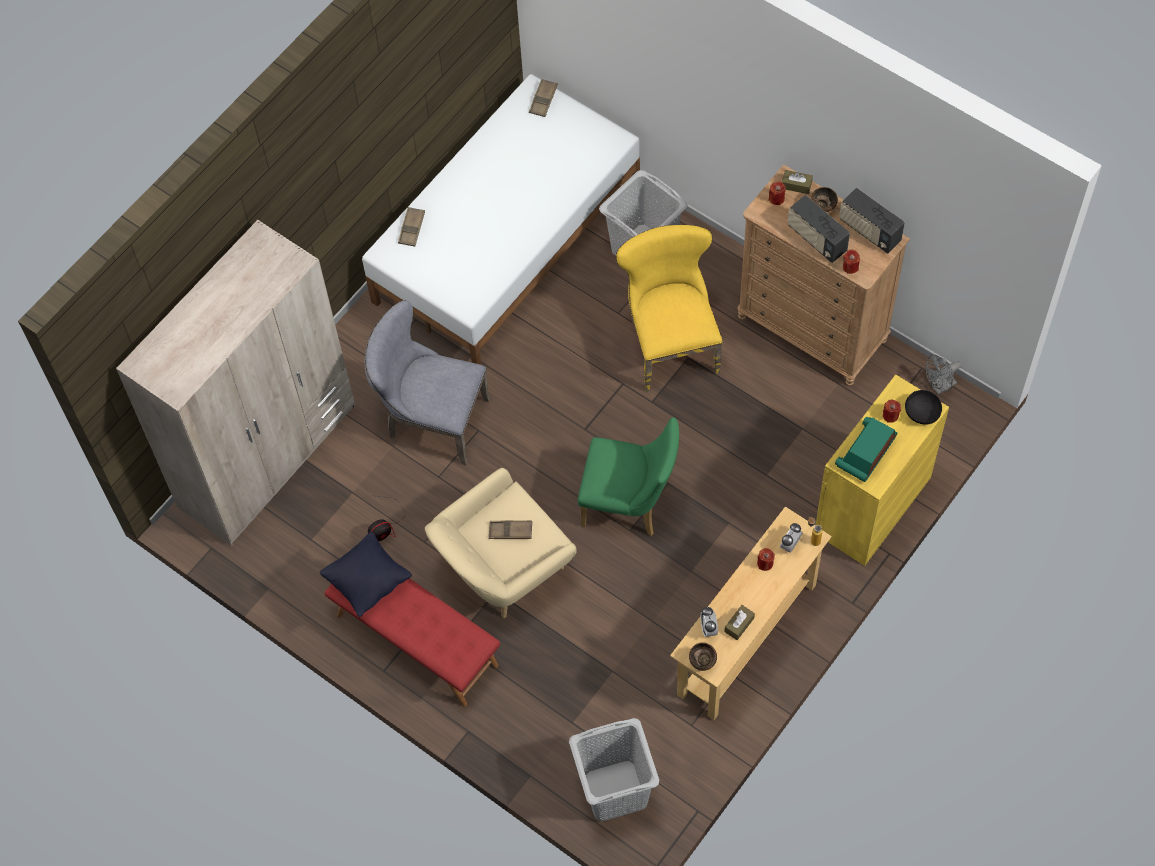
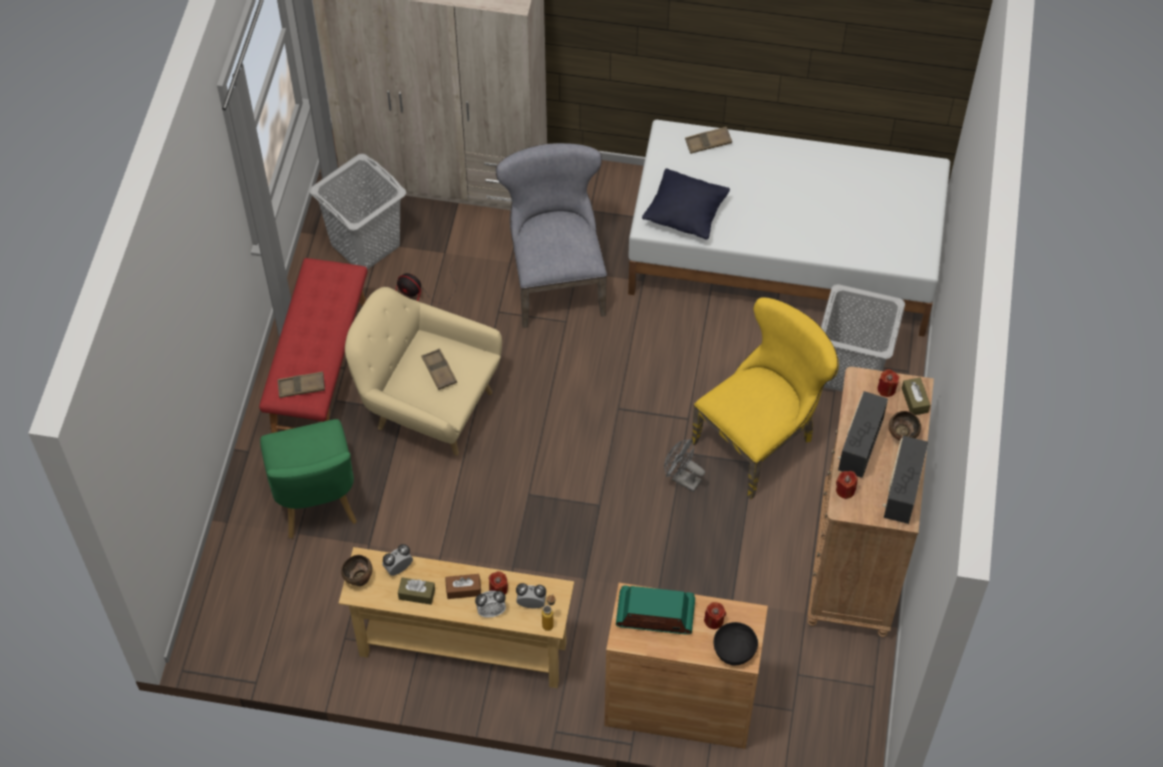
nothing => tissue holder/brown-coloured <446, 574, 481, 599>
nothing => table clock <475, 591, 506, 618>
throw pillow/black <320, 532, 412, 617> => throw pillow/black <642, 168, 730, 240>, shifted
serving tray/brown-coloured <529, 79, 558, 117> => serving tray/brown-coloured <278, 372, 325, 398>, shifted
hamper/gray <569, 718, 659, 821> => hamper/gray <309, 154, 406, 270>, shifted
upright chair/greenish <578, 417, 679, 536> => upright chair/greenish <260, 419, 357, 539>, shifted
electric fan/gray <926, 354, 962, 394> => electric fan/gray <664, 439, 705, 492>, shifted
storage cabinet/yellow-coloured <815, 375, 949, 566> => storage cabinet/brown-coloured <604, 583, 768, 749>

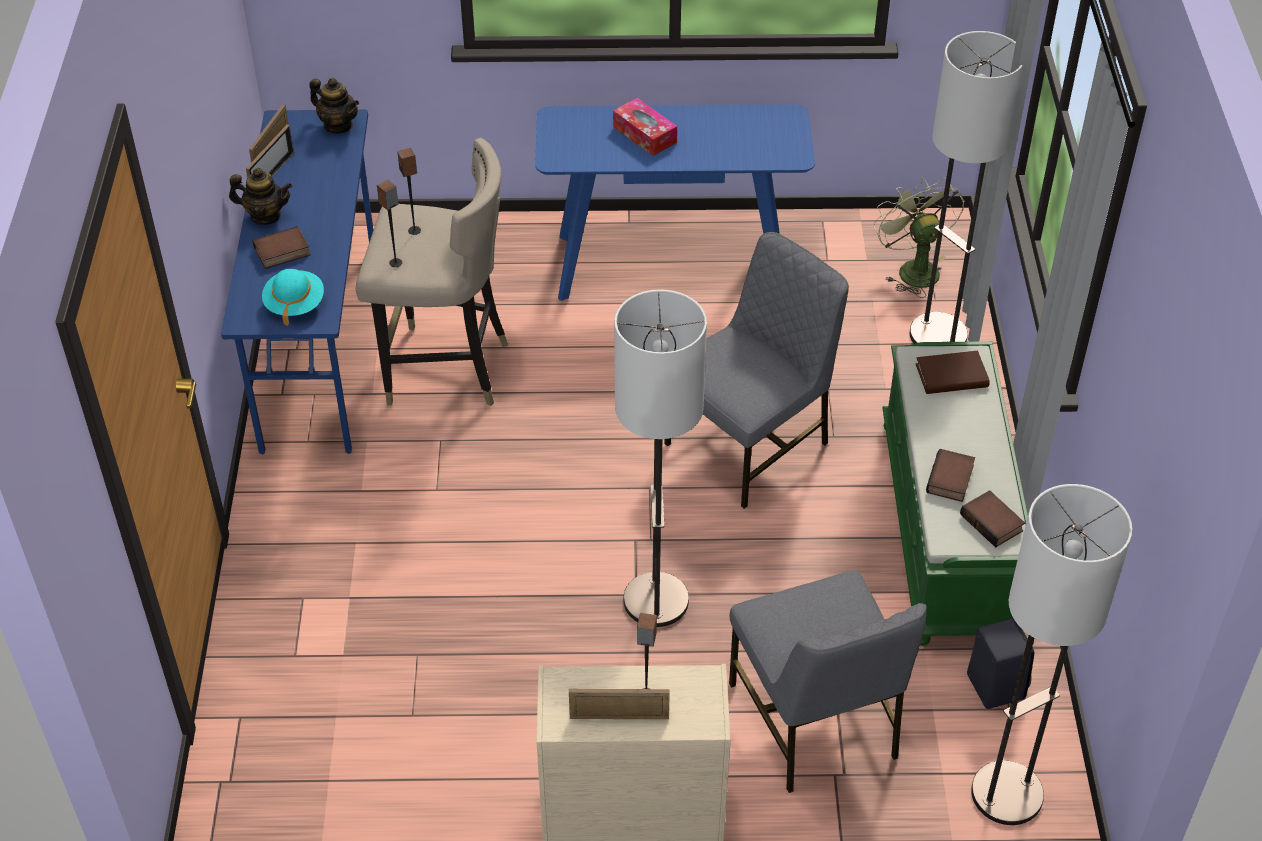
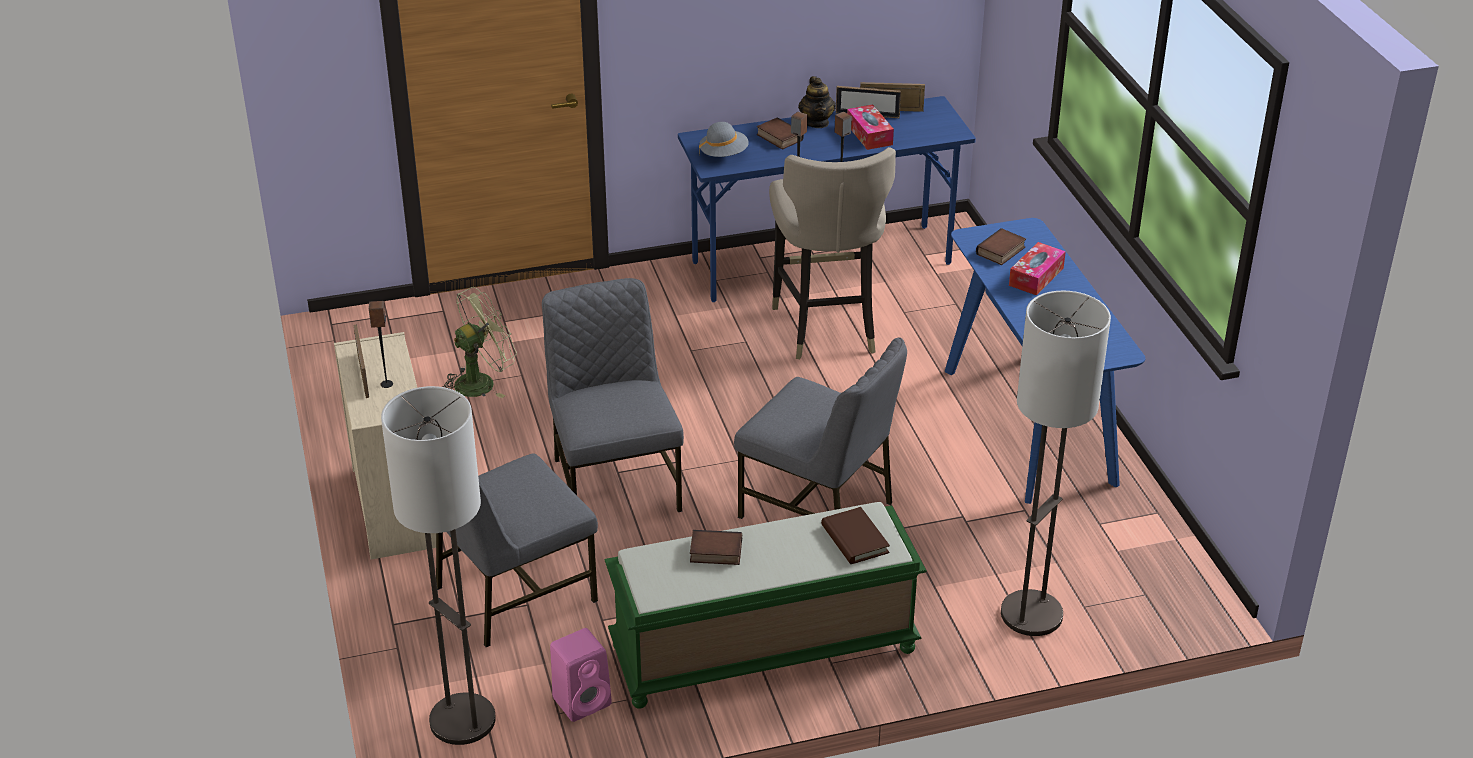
teapot <310, 78, 359, 133> => nothing
nothing => tissue holder <847, 104, 894, 150>
electric fan/greenish <873, 177, 965, 298> => electric fan/greenish <443, 287, 517, 398>, shifted
bound book <960, 490, 1025, 547> => bound book <976, 228, 1026, 265>, shifted
standing lamp <614, 289, 707, 627> => upright chair/gray <542, 278, 684, 512>
hat/turquoise <262, 269, 324, 326> => hat/gray <699, 122, 749, 157>
audio speaker/black <967, 618, 1034, 709> => audio speaker/pink-coloured <550, 628, 612, 722>

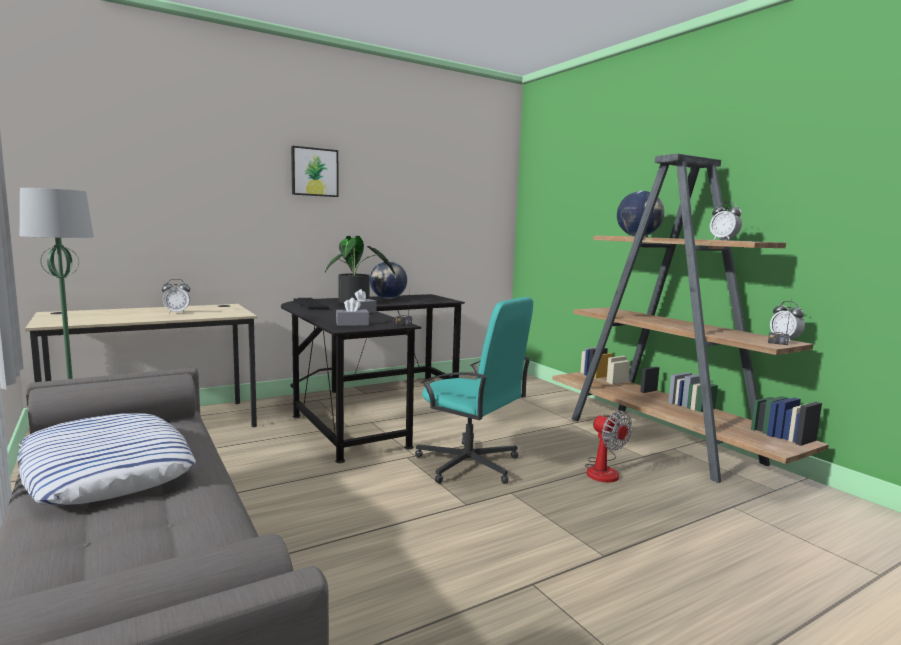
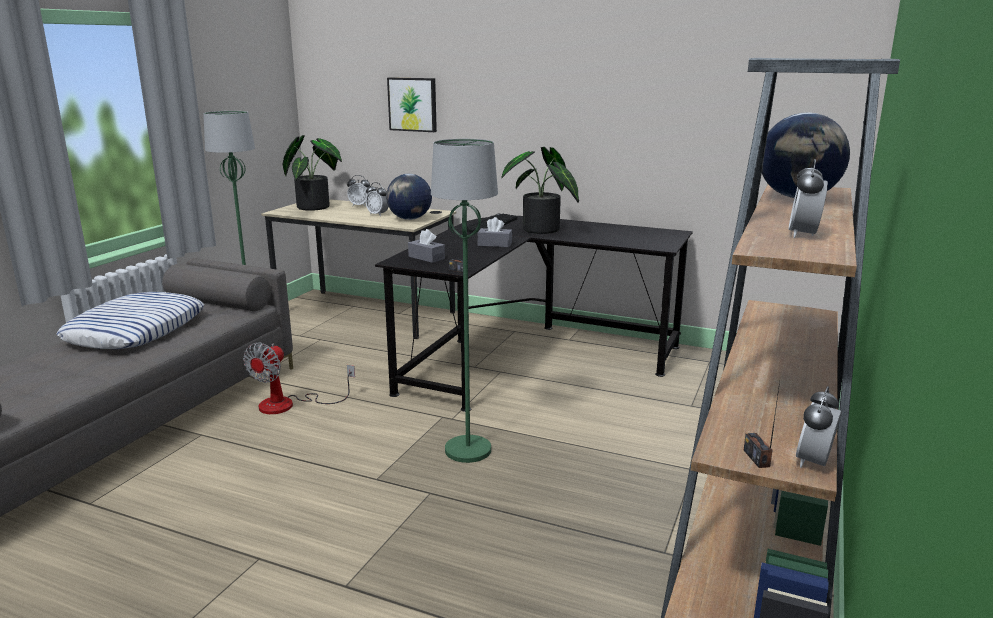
nothing => houseplant <283, 135, 342, 211>
nothing => table clock <347, 175, 370, 206>
picture <291, 146, 338, 197> => picture <387, 77, 437, 132>, shifted
globe <370, 261, 407, 299> => globe <386, 174, 432, 220>, shifted
electric fan <585, 410, 633, 482> => electric fan <243, 342, 355, 414>, shifted
computer chair/turquoise <415, 297, 533, 484> => standing lamp/greenish <431, 139, 498, 463>

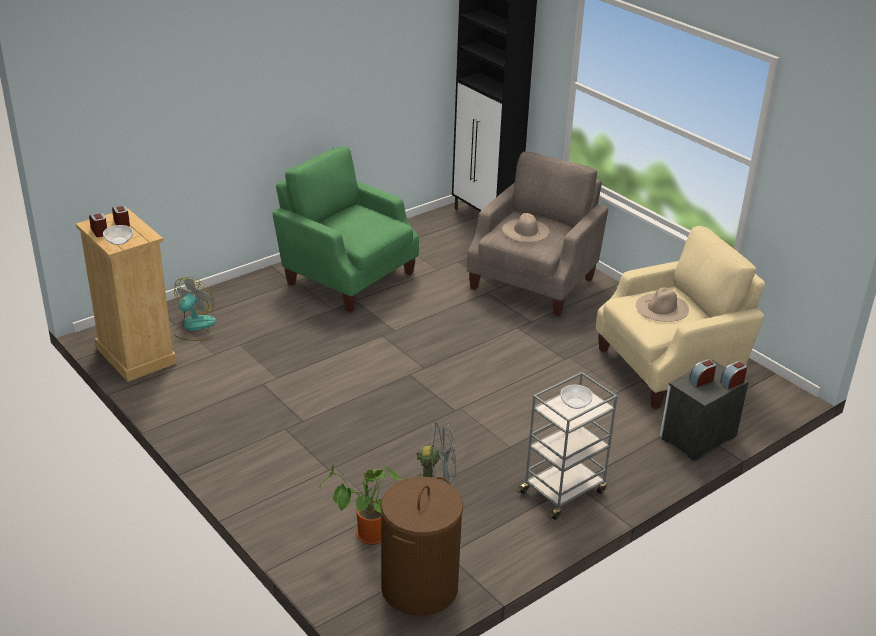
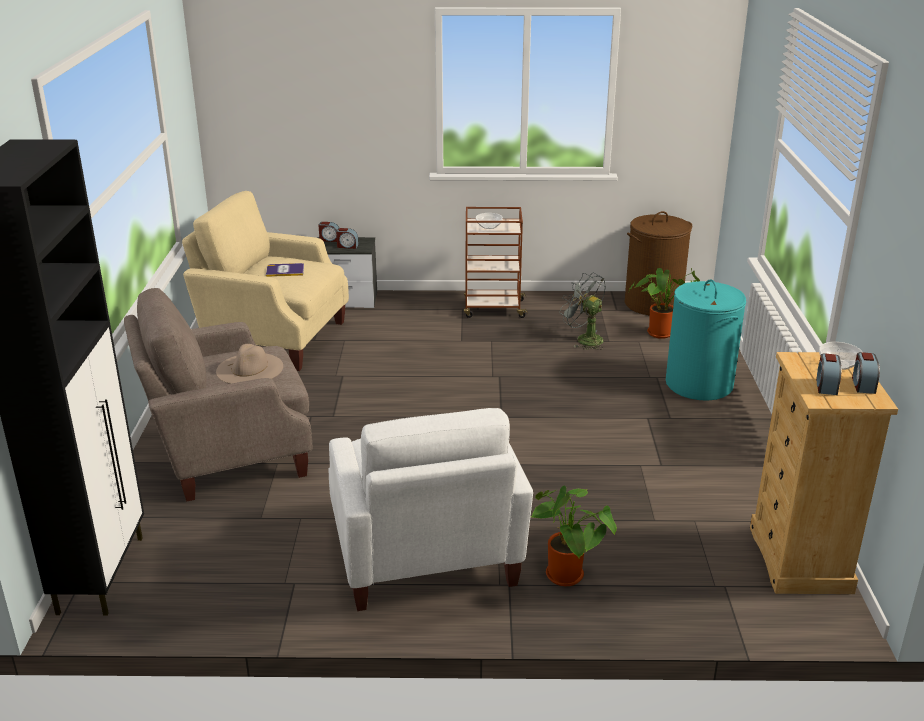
electric fan <174, 277, 216, 341> => nothing
nothing => houseplant <531, 485, 617, 586>
nothing => hamper/turquoise <666, 279, 746, 401>
hat/beige <636, 287, 689, 322> => bound book <266, 263, 304, 277>
armchair/greenish <272, 146, 419, 313> => armchair/white-coloured <329, 408, 533, 611>
cart/gray <517, 372, 617, 520> => cart/brown-coloured <464, 207, 528, 318>

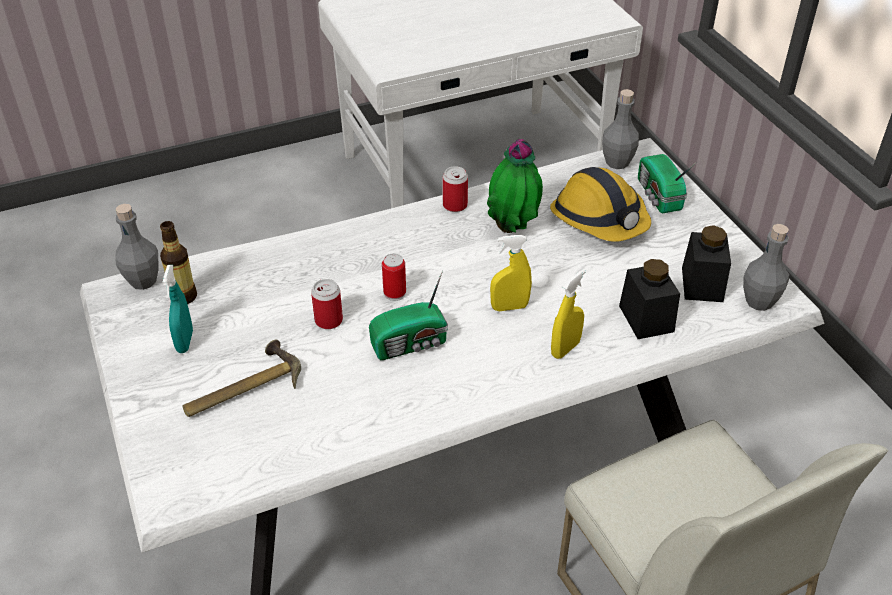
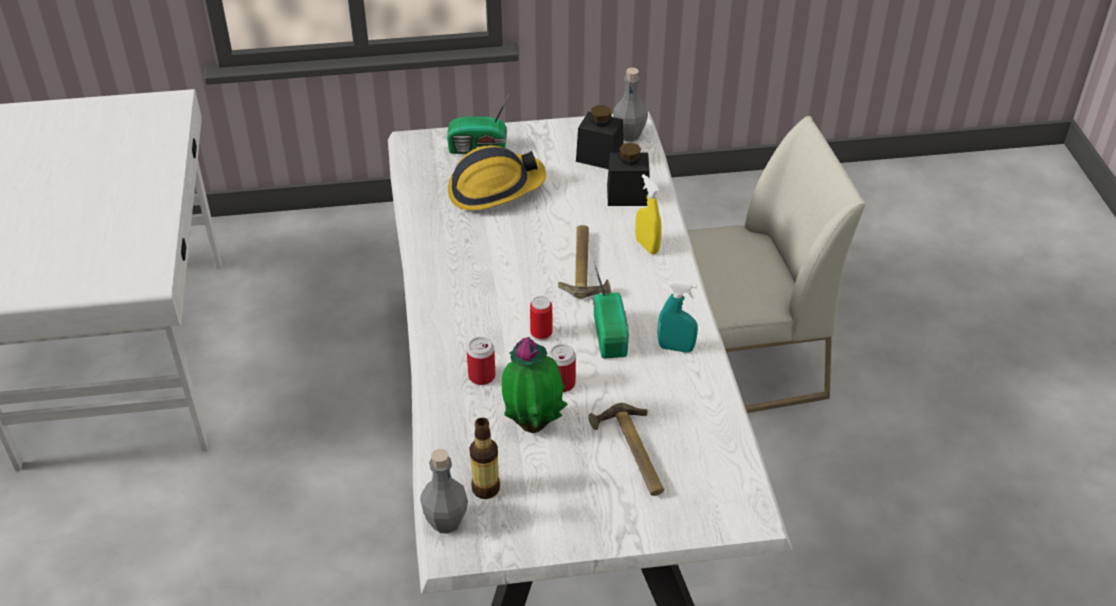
bottle/gray <602, 89, 639, 169> => nothing
spray bottle/turquoise <162, 265, 193, 353> => spray bottle/turquoise <658, 281, 698, 353>, shifted
sealed can <443, 166, 468, 212> => sealed can <467, 337, 495, 385>, shifted
houseplant <487, 139, 543, 233> => houseplant <502, 337, 568, 433>, shifted
spray bottle/yellow-coloured <490, 234, 532, 311> => tool hammer <558, 225, 611, 299>

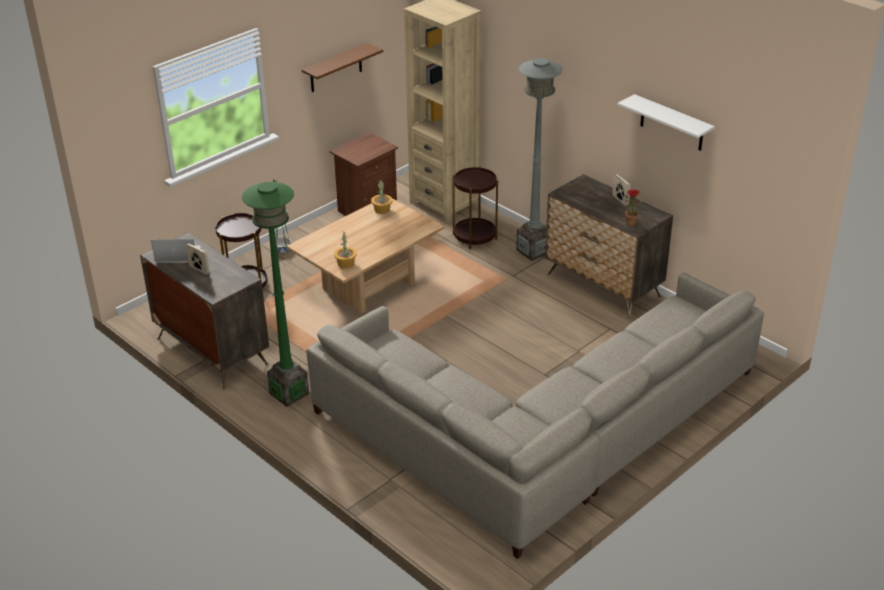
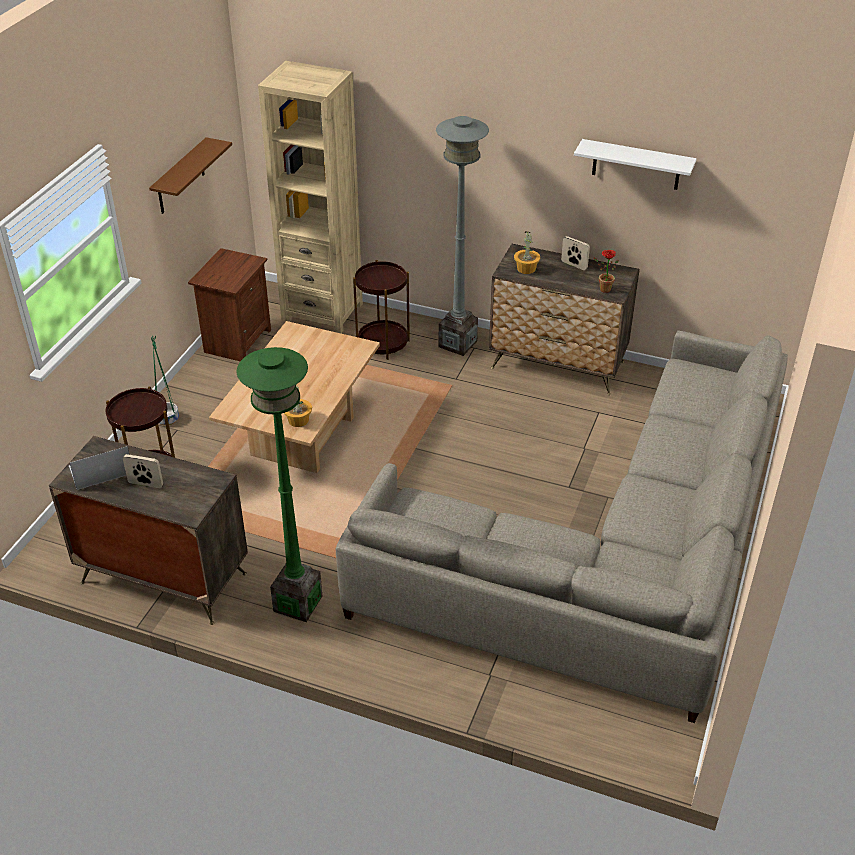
houseplant <371, 179, 392, 214> => houseplant <514, 232, 540, 274>, shifted

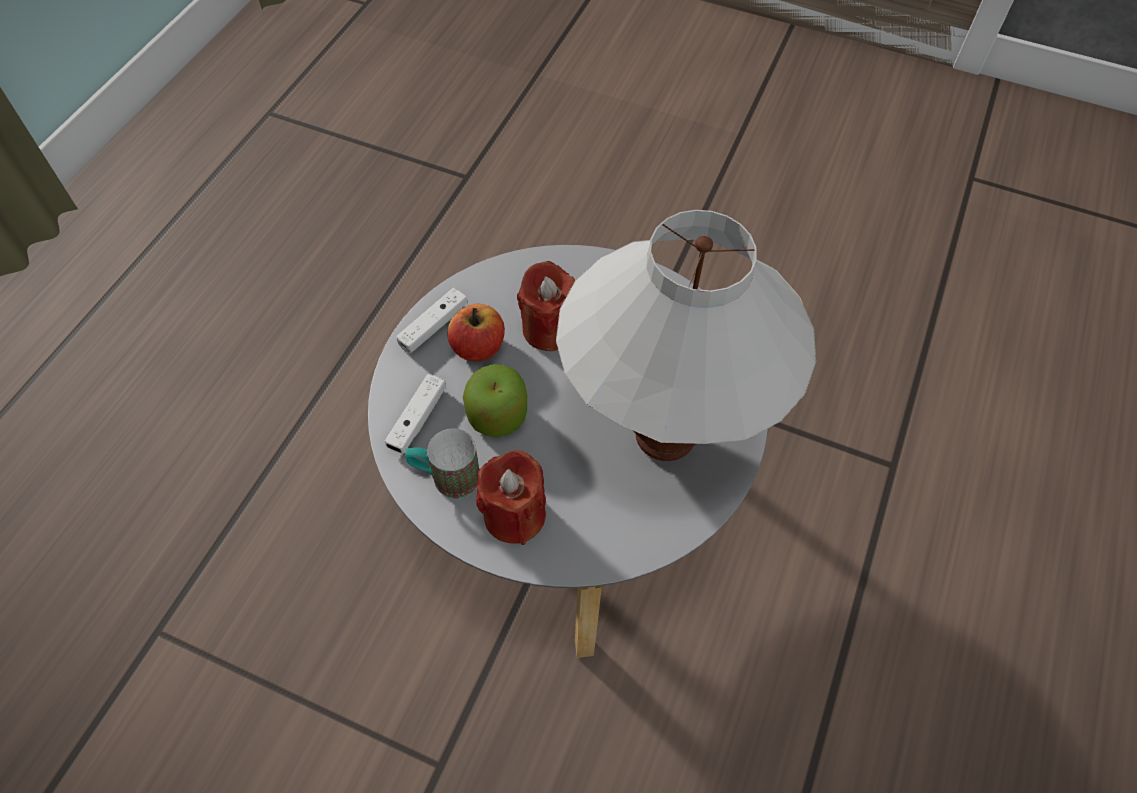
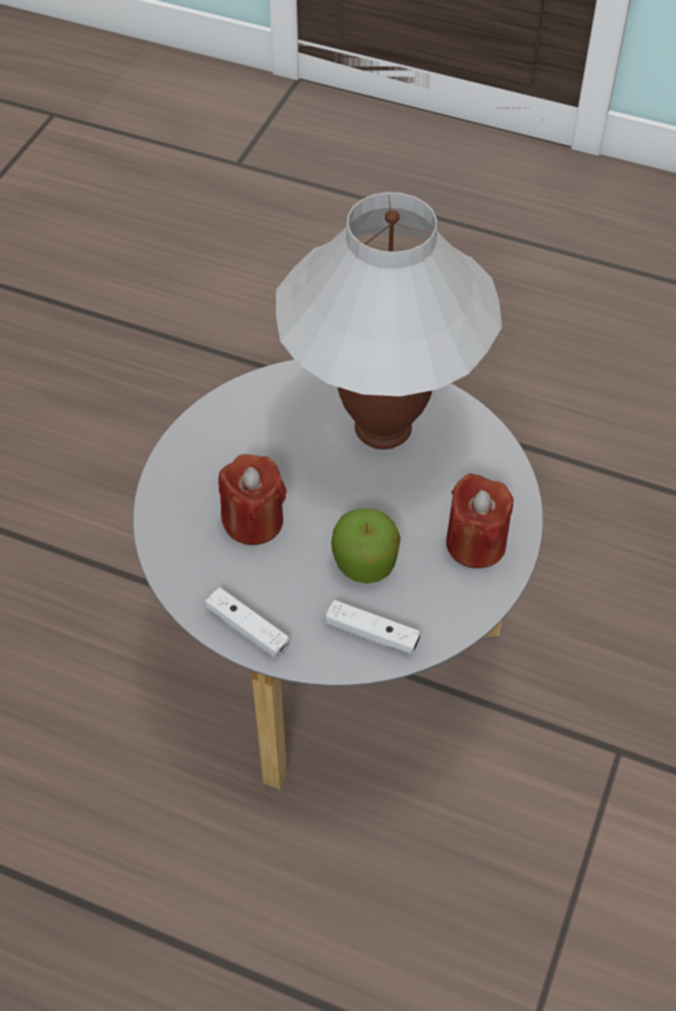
mug <405, 428, 479, 499> => nothing
apple <447, 304, 505, 361> => nothing

